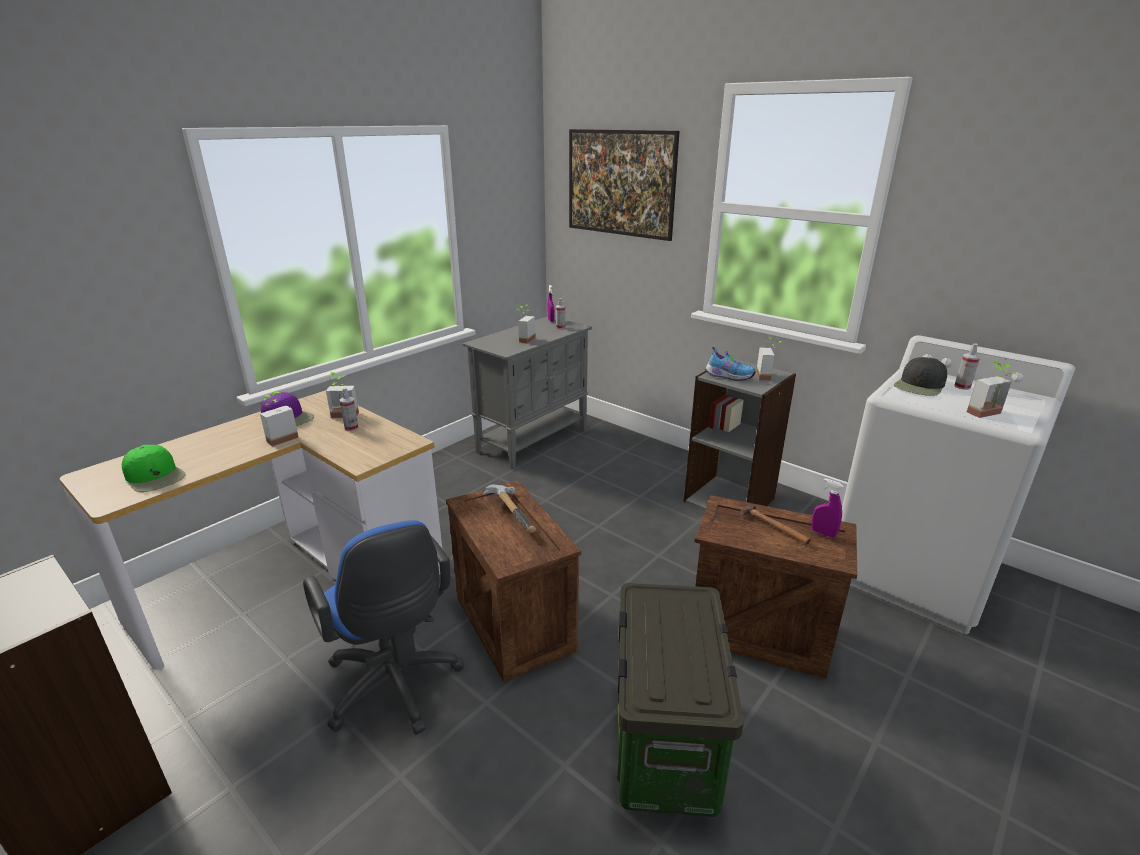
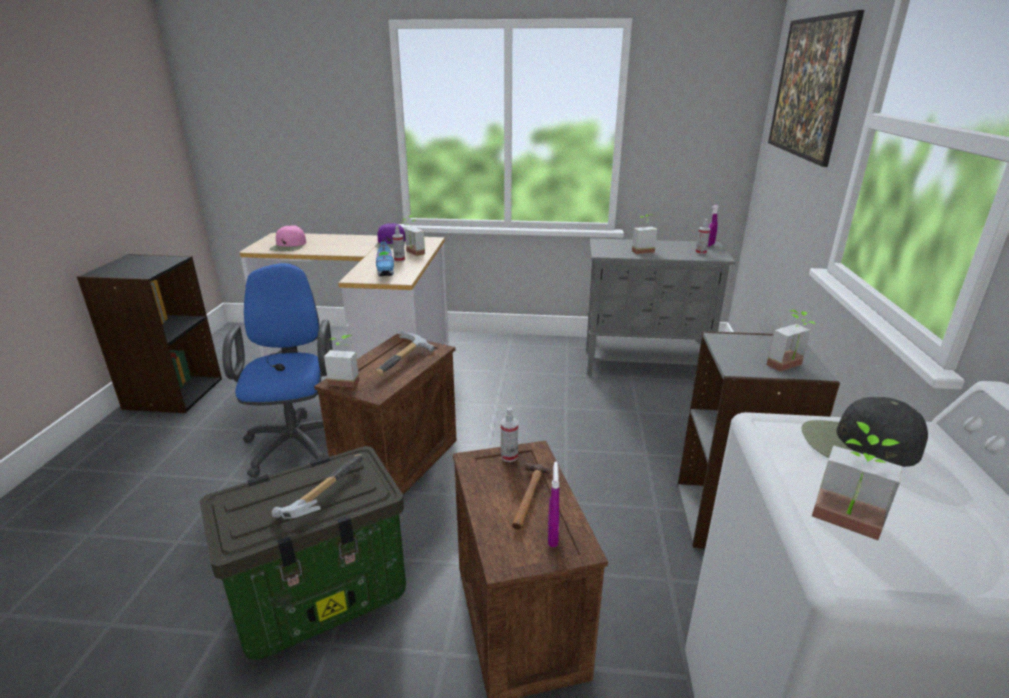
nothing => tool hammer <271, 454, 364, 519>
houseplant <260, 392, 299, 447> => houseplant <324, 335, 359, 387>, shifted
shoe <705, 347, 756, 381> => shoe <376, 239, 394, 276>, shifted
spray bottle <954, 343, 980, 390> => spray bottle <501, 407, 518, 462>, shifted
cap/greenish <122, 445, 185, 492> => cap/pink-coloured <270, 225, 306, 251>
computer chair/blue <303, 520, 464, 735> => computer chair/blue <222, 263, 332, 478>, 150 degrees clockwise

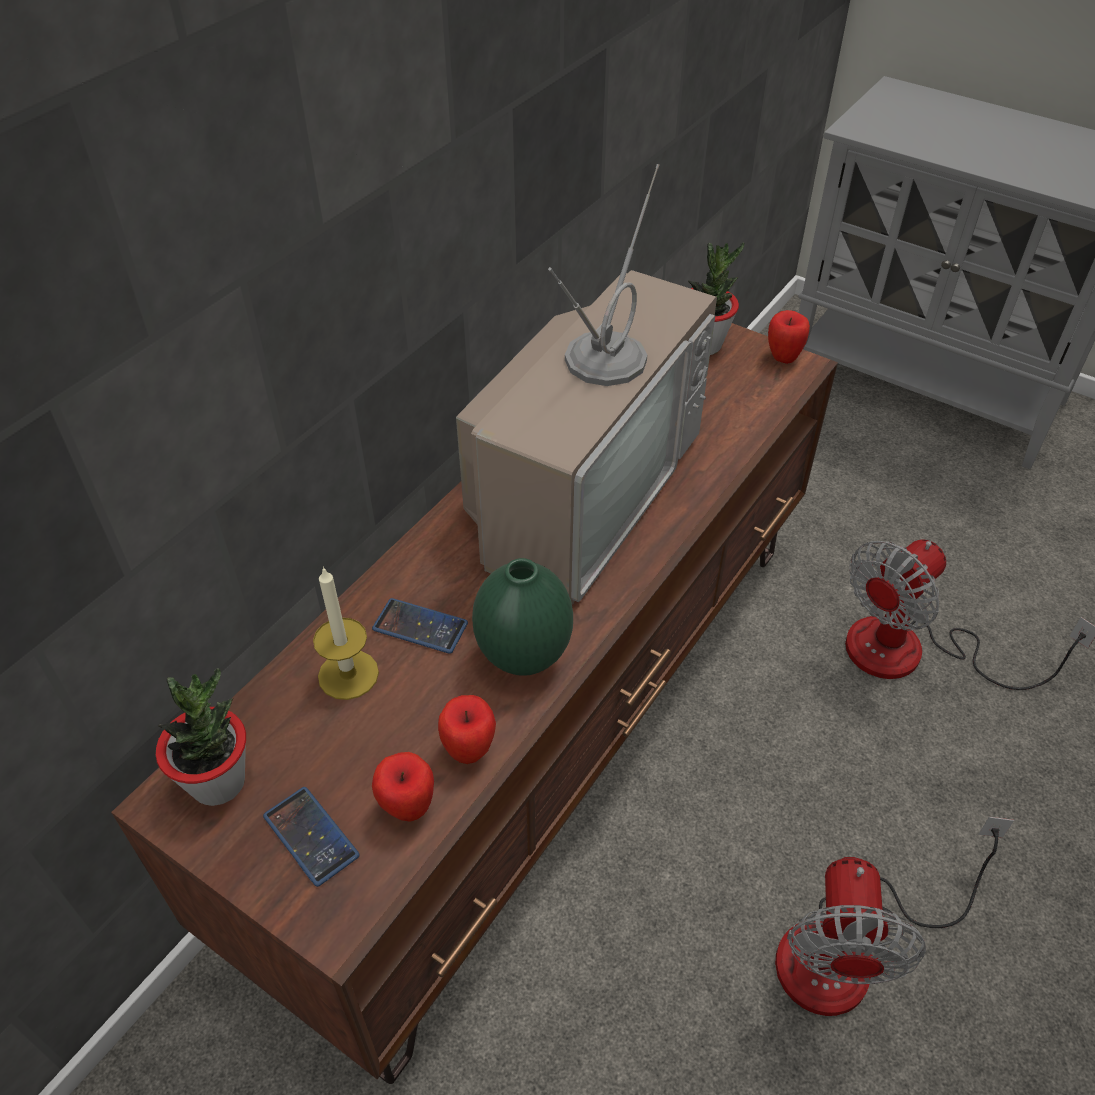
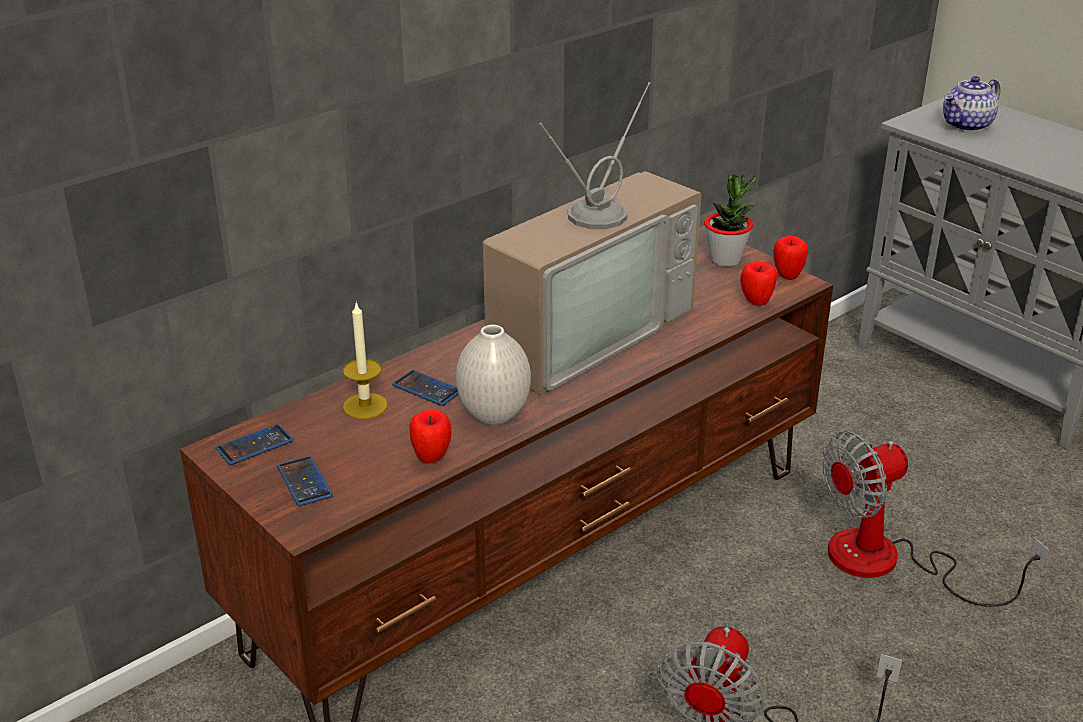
nothing => teapot <943, 76, 1000, 132>
apple <372, 752, 434, 822> => apple <740, 262, 777, 306>, shifted
houseplant <156, 668, 246, 806> => phone <215, 424, 294, 465>
vase/greenish <472, 558, 573, 676> => vase/white-coloured <456, 325, 531, 425>

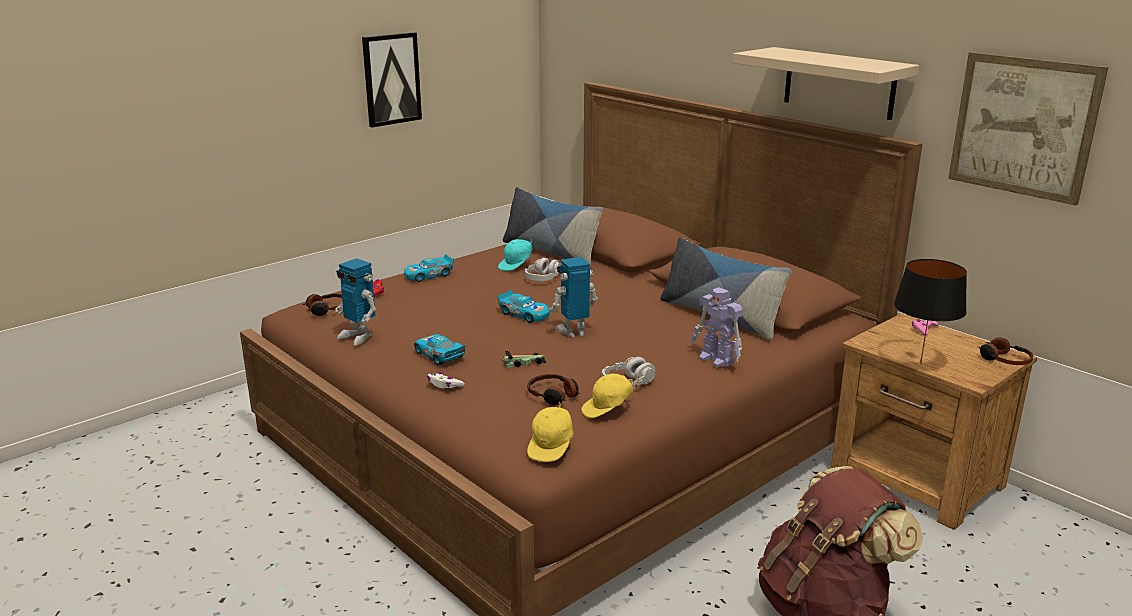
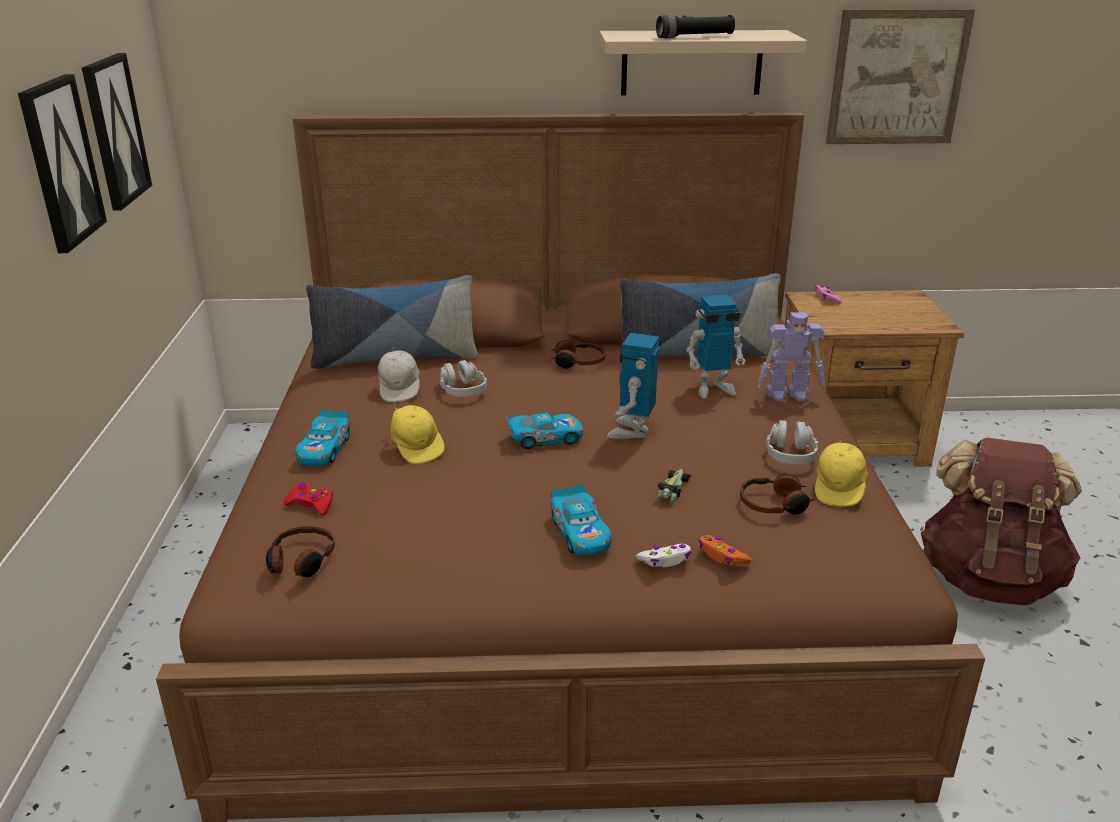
table lamp/black <894, 259, 967, 363> => nothing
nothing => picture <82, 53, 152, 211>
nothing => hand torch/black <656, 15, 735, 38>
nothing => gamepad/orangey <699, 535, 752, 565>
robot figure <335, 258, 376, 346> => robot figure <686, 295, 746, 399>, shifted
cap/yellow-coloured <527, 402, 573, 462> => cap/yellow-coloured <391, 403, 445, 464>, shifted
headphones <977, 337, 1034, 365> => headphones <551, 340, 605, 368>, shifted
cap/turquoise <498, 239, 532, 271> => cap/white-coloured <378, 348, 420, 402>
miniature car <414, 334, 465, 366> => miniature car <550, 485, 612, 556>, 105 degrees counterclockwise

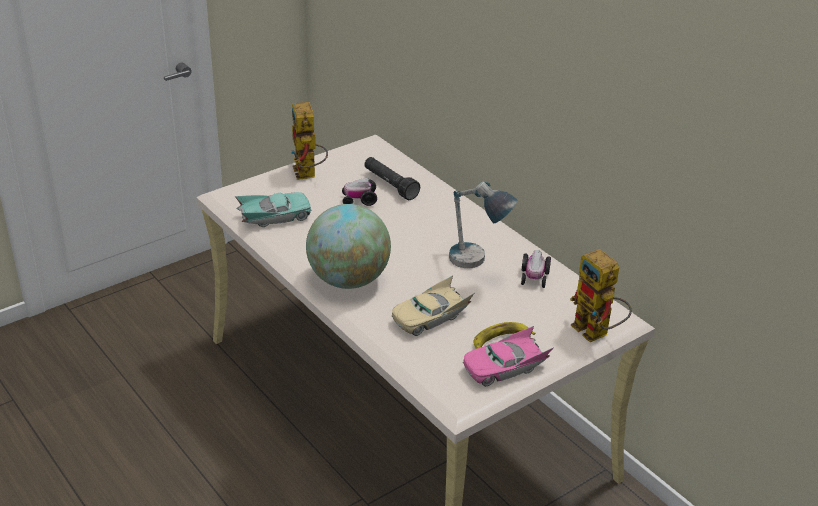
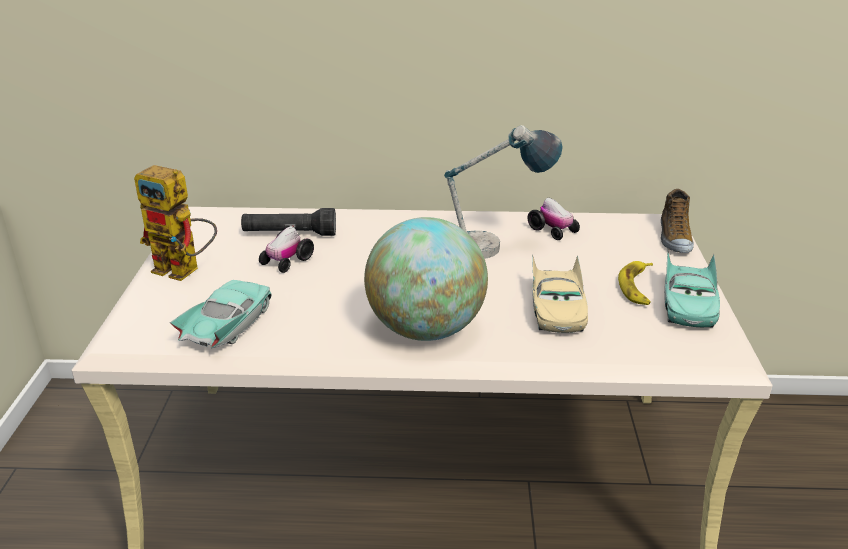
robot figure <570, 249, 632, 342> => shoe <661, 189, 694, 253>
miniature car/pink-coloured <463, 326, 553, 386> => miniature car/turquoise <664, 251, 720, 328>

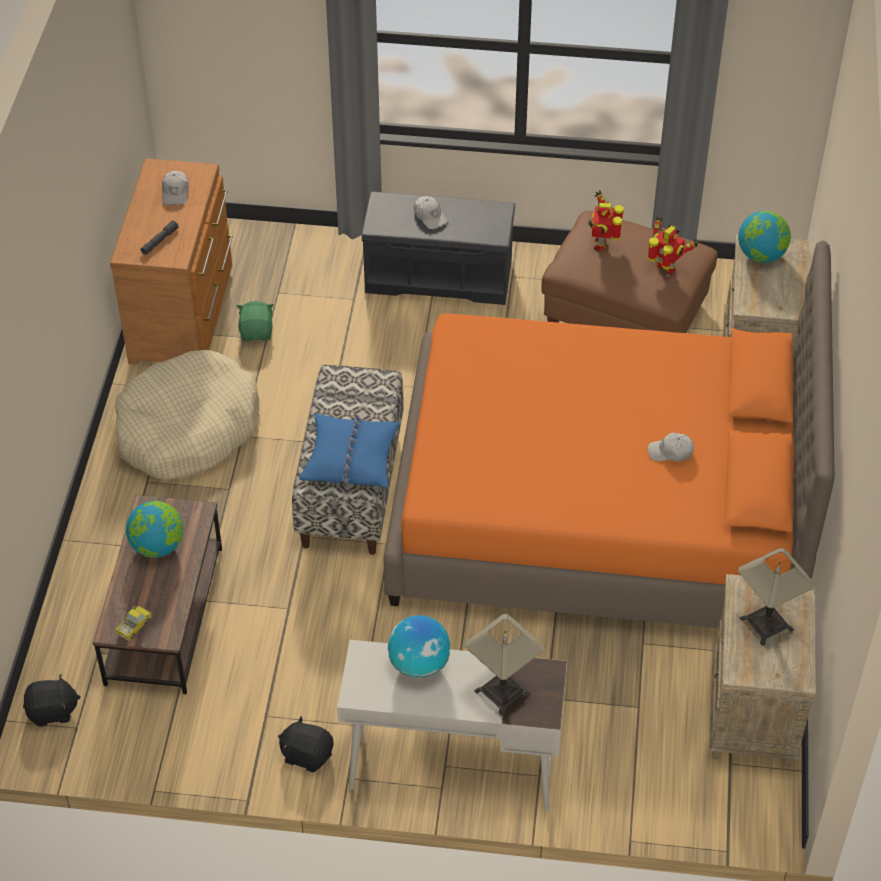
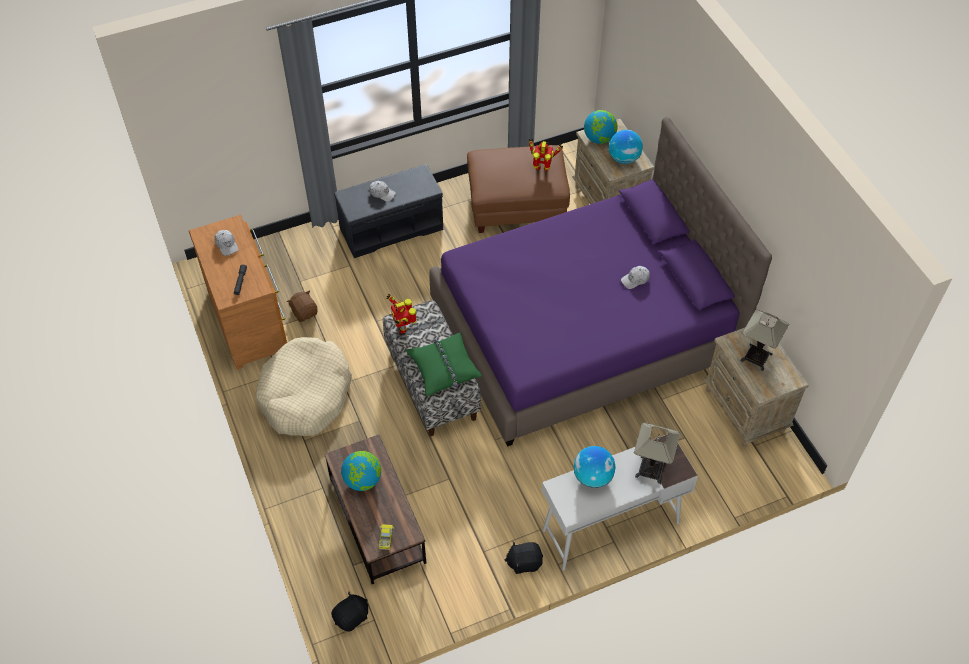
nothing => globe <609, 130, 643, 164>
robot figure <588, 190, 624, 251> => robot figure <387, 293, 417, 334>, shifted
plush toy/greenish <237, 301, 274, 341> => plush toy/brown-coloured <287, 290, 318, 322>
throw pillow/blue <299, 414, 400, 487> => throw pillow/greenish <406, 333, 482, 396>
bed/orangey <384, 241, 835, 628> => bed/purplish <429, 117, 772, 447>

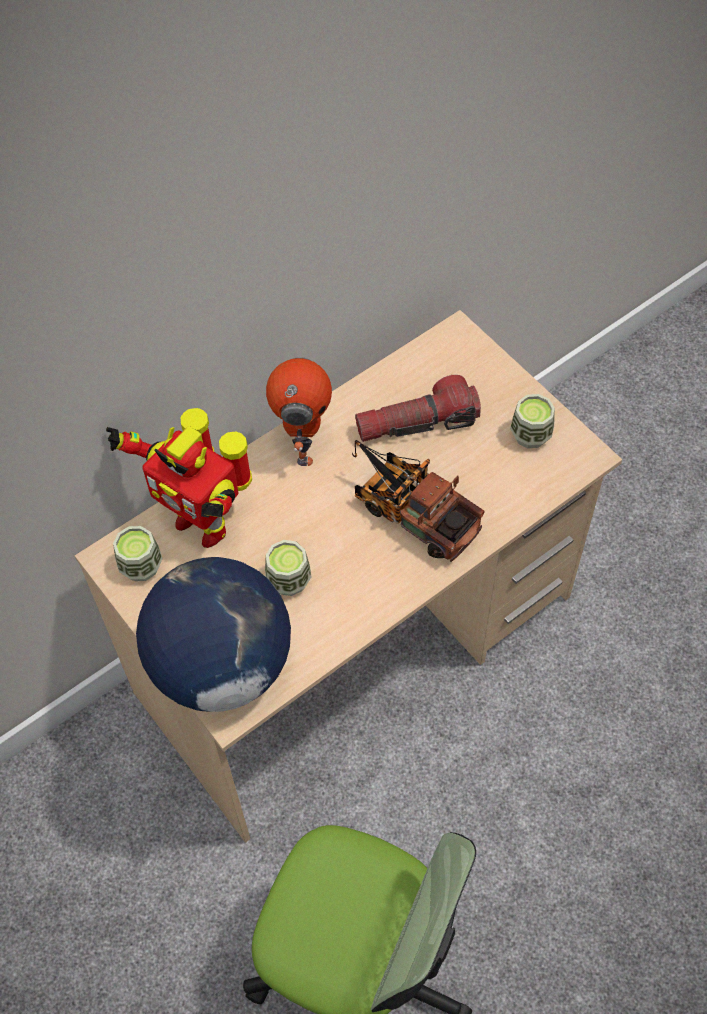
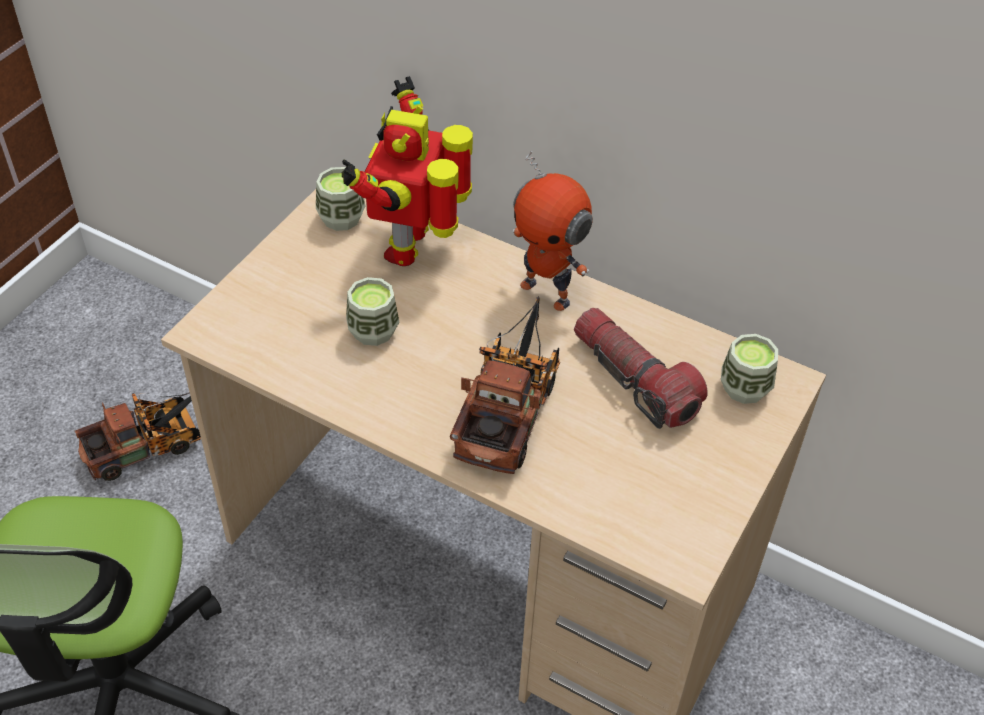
globe <136, 557, 291, 712> => nothing
nothing => toy lorry <75, 392, 201, 481>
small cup <510, 394, 555, 448> => small cup <721, 334, 778, 404>, shifted
robot figure <266, 357, 332, 466> => robot figure <512, 151, 593, 311>, 60 degrees clockwise

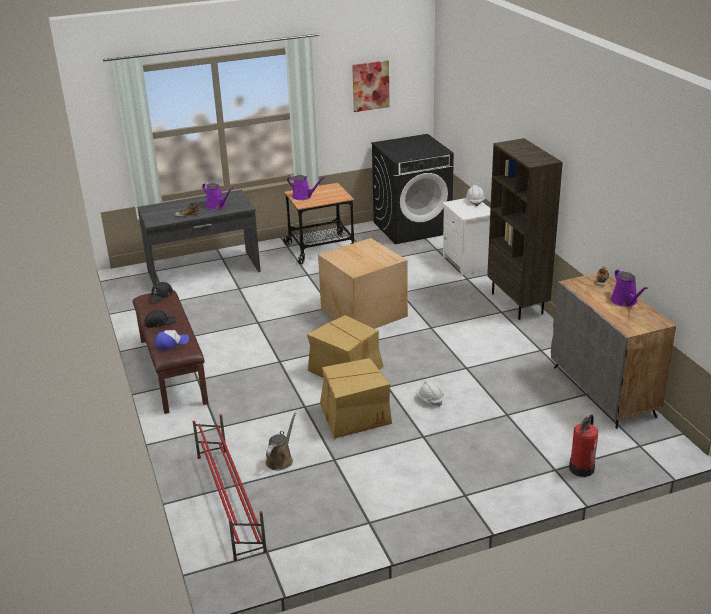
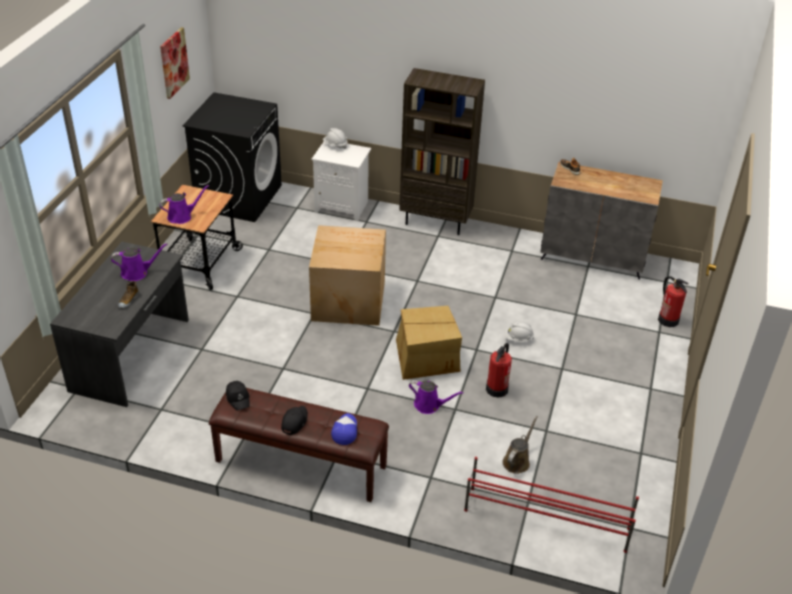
watering can/purplish <611, 269, 648, 307> => watering can/purplish <409, 380, 464, 414>, shifted
cardboard box <320, 358, 392, 439> => extinguisher <486, 343, 512, 398>
watering can/brown-coloured <266, 412, 296, 470> => watering can/brown-coloured <502, 416, 538, 474>, 60 degrees clockwise

